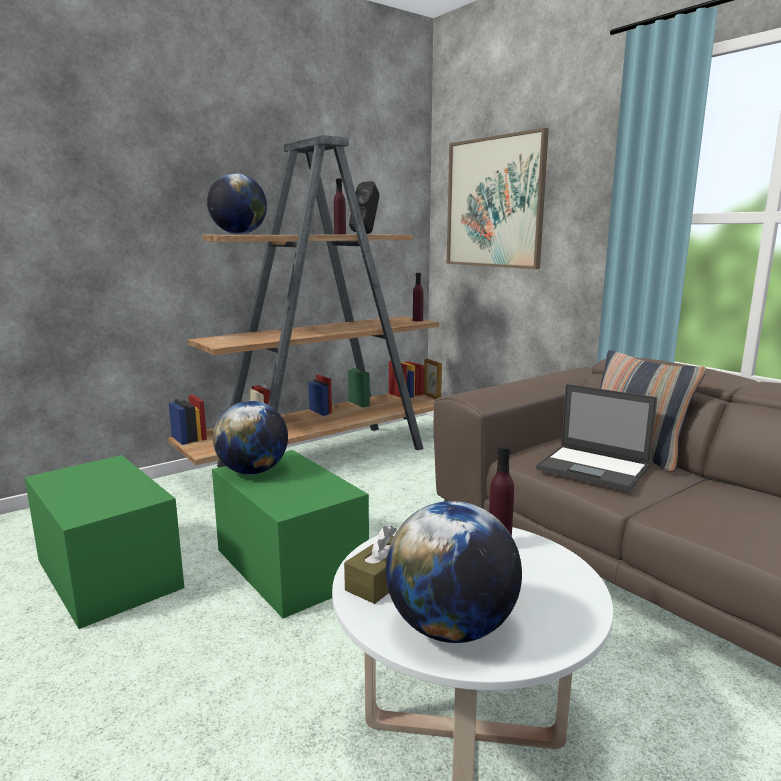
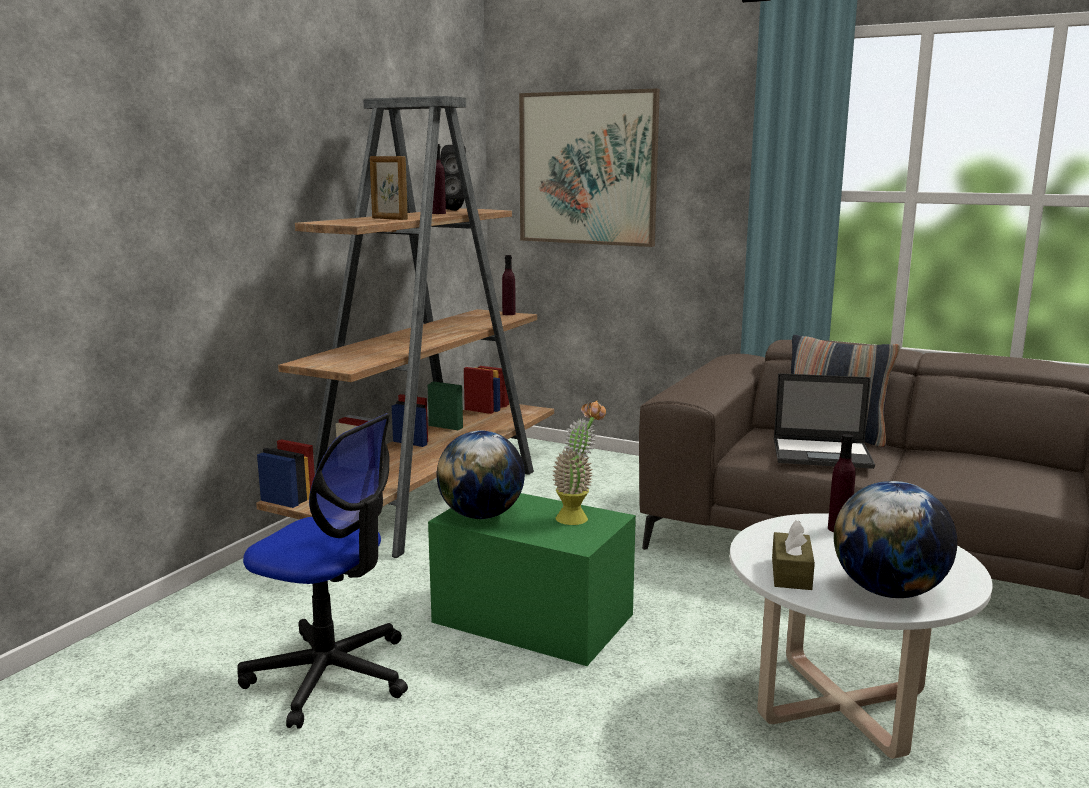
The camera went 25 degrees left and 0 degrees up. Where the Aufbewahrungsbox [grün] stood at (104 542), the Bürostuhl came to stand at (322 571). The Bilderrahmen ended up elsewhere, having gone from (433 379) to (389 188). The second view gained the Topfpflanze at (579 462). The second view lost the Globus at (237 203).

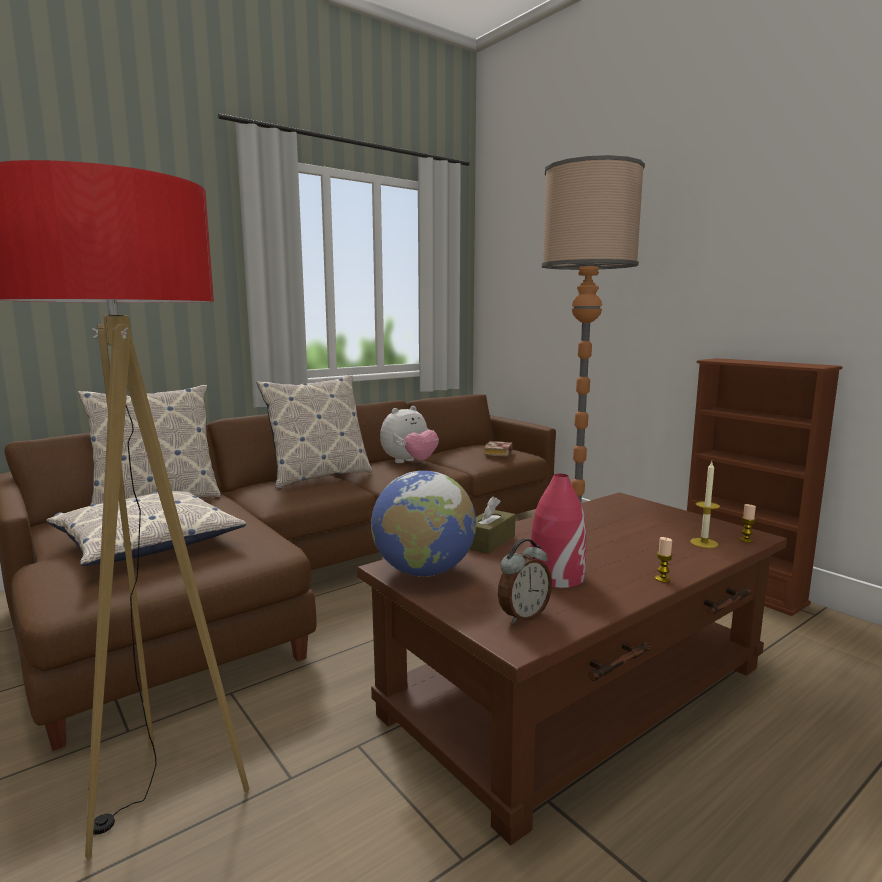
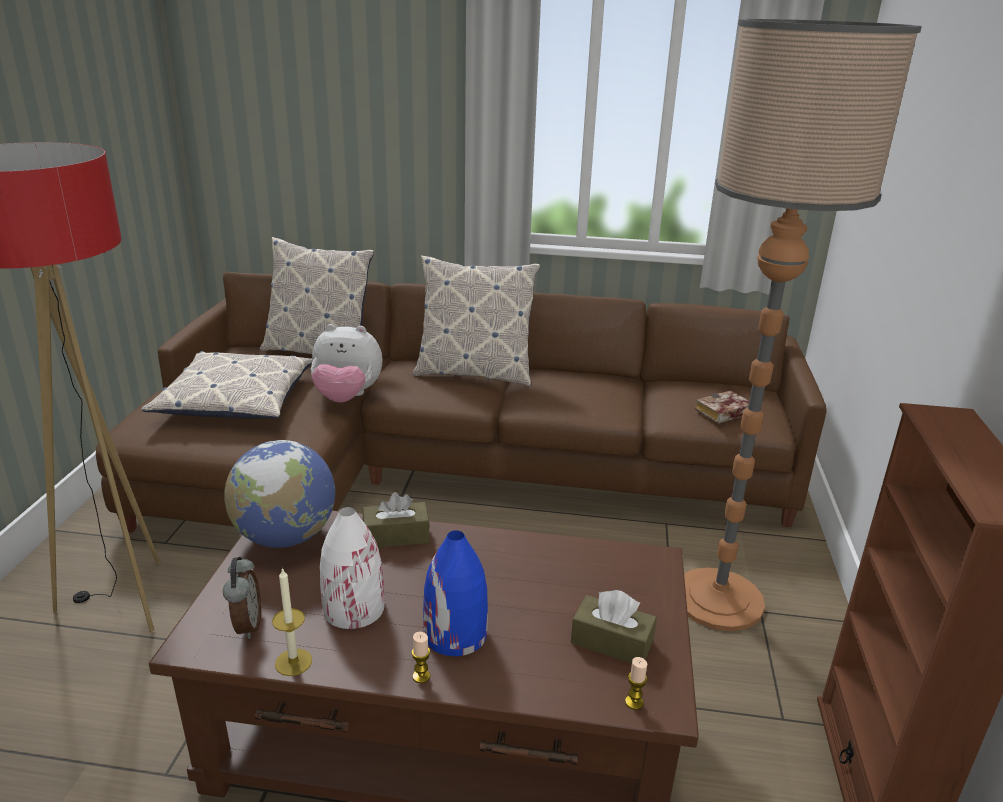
The camera went 45 degrees right and 15 degrees up. The Wecker at (525 581) ended up facing another way, 105 degrees counterclockwise from before. The Kerze ended up elsewhere, having gone from (705 505) to (292 622). The Plüschtier ended up elsewhere, having gone from (409 434) to (347 363). What was the Vase [rot] at (558 531) turned into the Vase [weiß] at (352 568). The second view gained the Vase [blau] at (455 593). The second view gained the Taschentuchbox [braun] at (614 626).

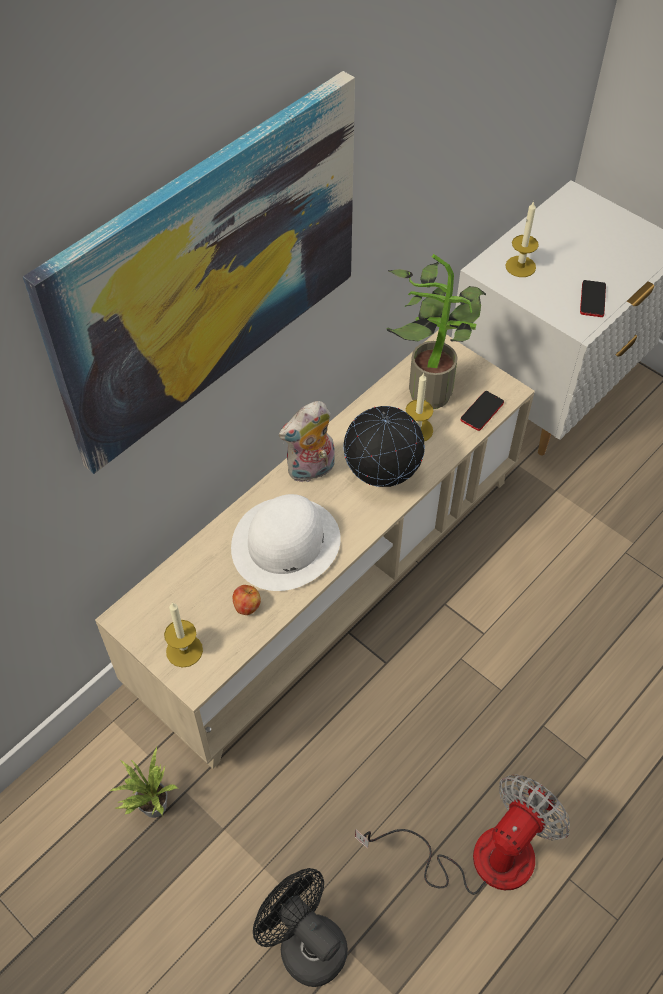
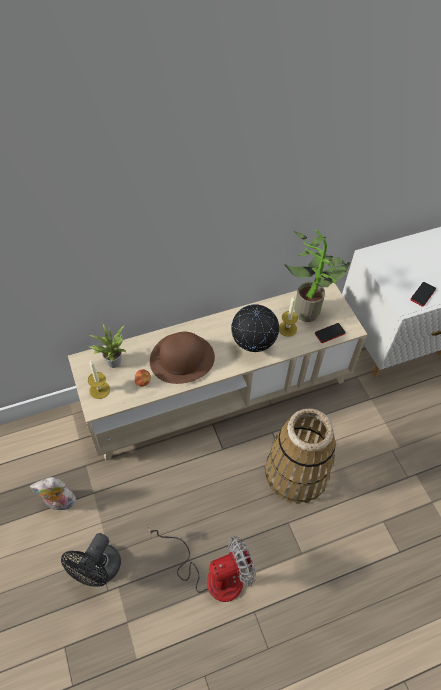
The camera went 25 degrees right and 0 degrees up. The Plüschtier ended up elsewhere, having gone from (307 441) to (53 493). The Ventilator [schwarz] at (300 927) ended up facing another way, 135 degrees counterclockwise from before. The Topfpflanze ended up elsewhere, having gone from (144 782) to (107 346). What was the Hut [weiß] at (286 542) turned into the Hut [braun] at (182 358). The second view gained the Korb at (300 456). The second view lost the Bild at (189 272). The second view lost the Kerze at (522 239).

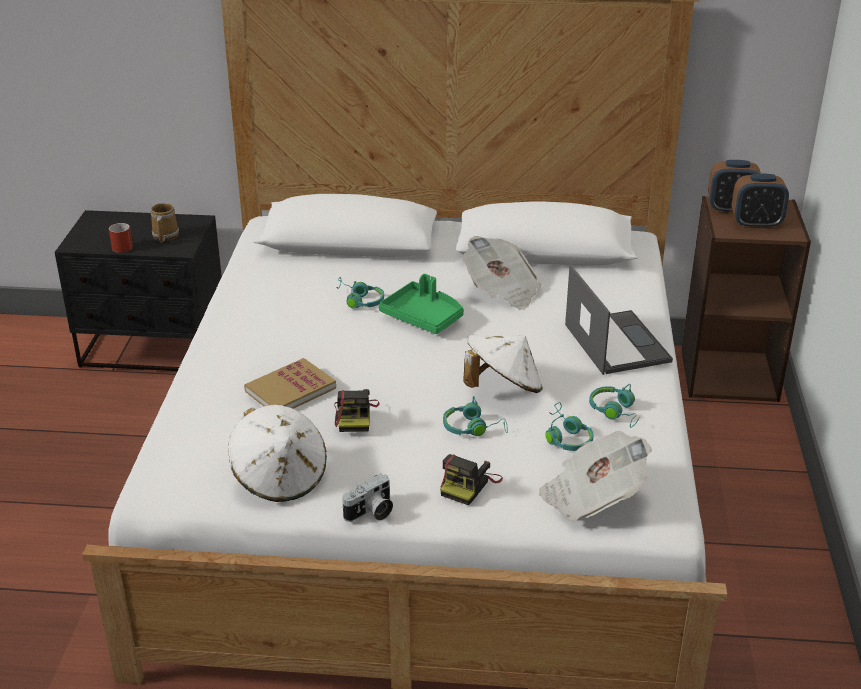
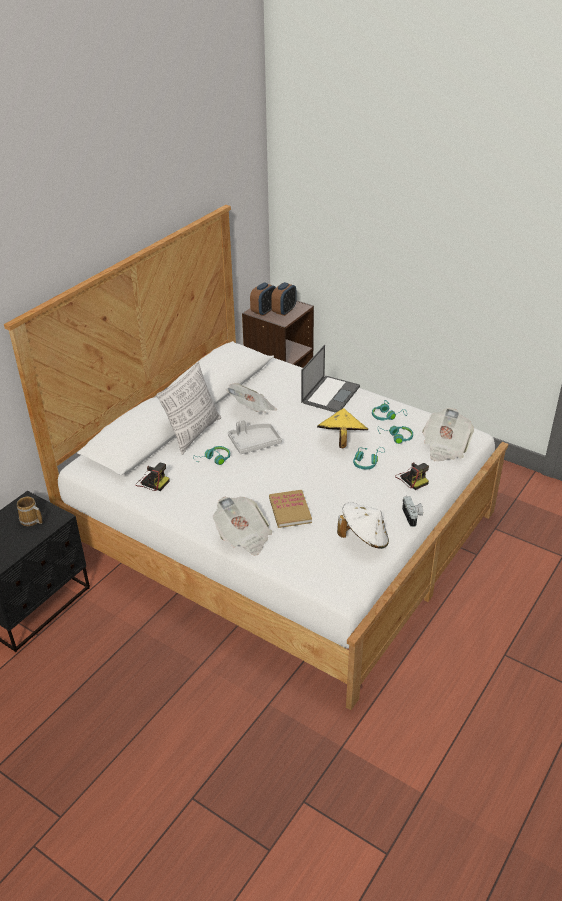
The camera went 60 degrees left and 5 degrees up. The Kamera ended up elsewhere, having gone from (357 410) to (152 477). The second view gained the Kissen at (188 408). The second view gained the Zeitung at (242 526). What was the Tablett [grün] at (421 304) turned into the Tablett [grau] at (255 437). The Laptop at (619 320) ended up facing another way, 105 degrees clockwise from before. What was the Hut [weiß] at (503 364) turned into the Hut [gelb] at (342 428). The second view lost the Henkelbecher [rot] at (121 238).

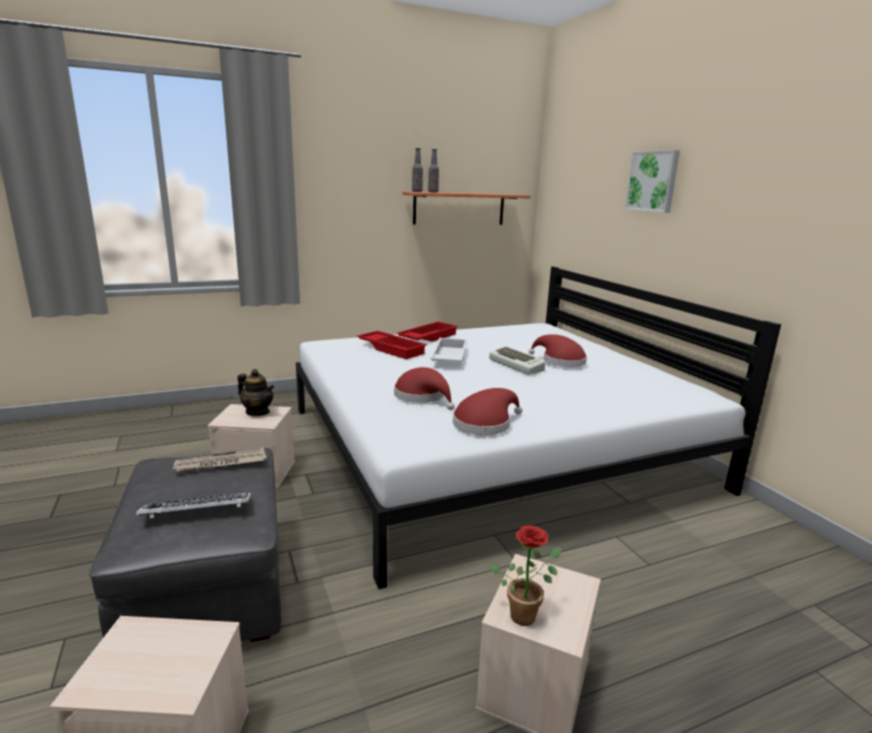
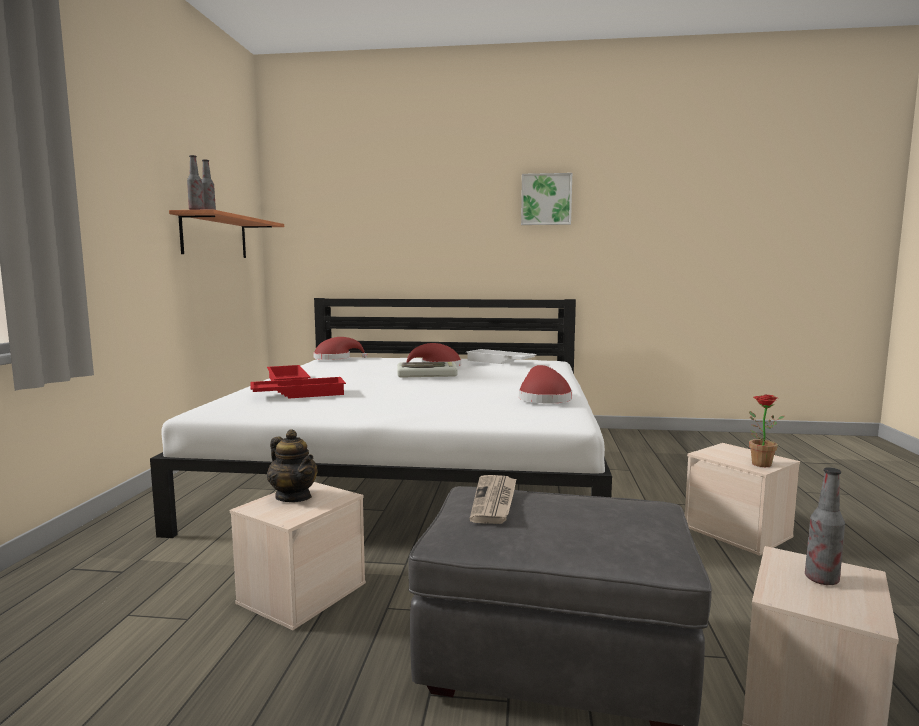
The camera went 60 degrees left and 10 degrees down. The Teekanne at (255 392) ended up facing another way, 75 degrees clockwise from before. The Hut [rot] ended up elsewhere, having gone from (424 388) to (340 348). The Tablett [weiß] ended up elsewhere, having gone from (448 350) to (501 356). The Bild ended up elsewhere, having gone from (652 181) to (546 199). The second view gained the Flasche at (825 526). The second view lost the Tastatur at (193 505).

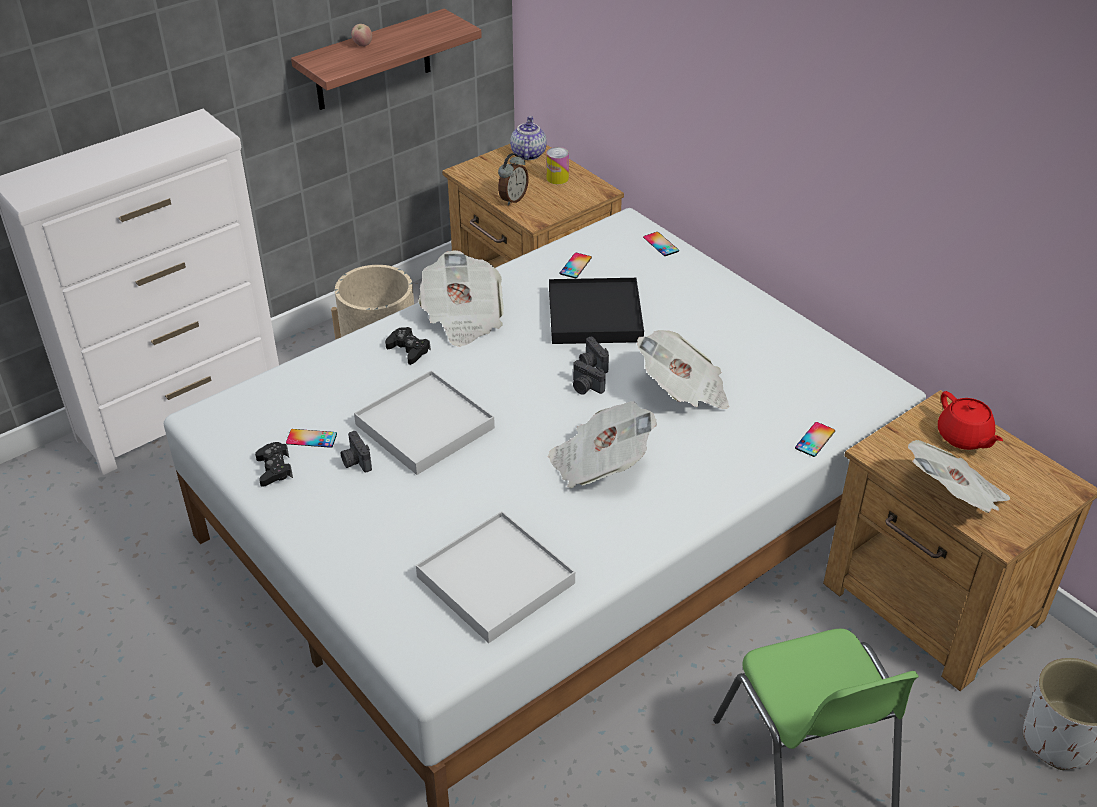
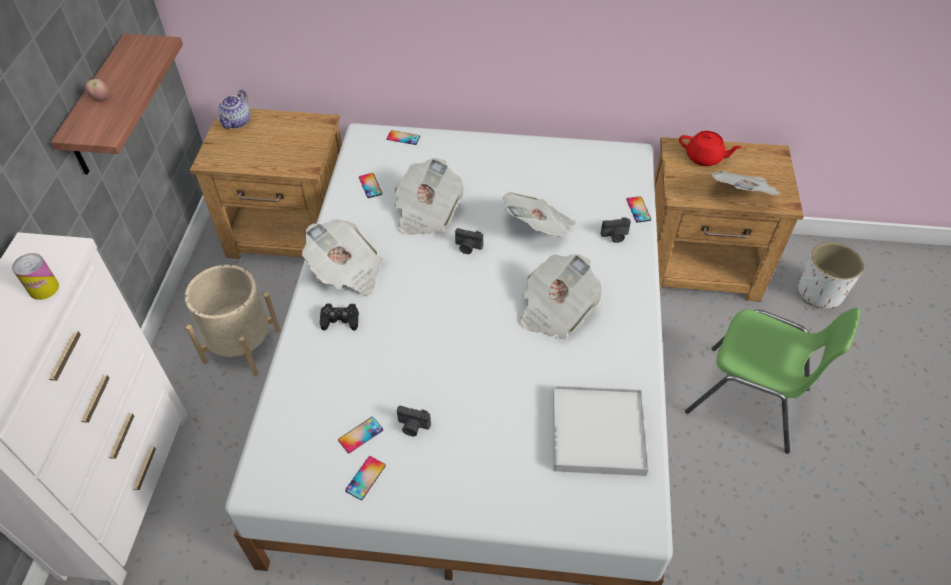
The camera went 45 degrees left and 10 degrees up. The Dose ended up elsewhere, having gone from (558 165) to (35 276). The Teekanne at (528 138) ended up facing another way, 120 degrees counterclockwise from before. Where the Gamepad [schwarz] stood at (274 464), the Handy came to stand at (365 478). Where the Tablett [schwarz] stood at (596 311), the Zeitung came to stand at (429 196). The Kamera ended up elsewhere, having gone from (589 377) to (615 230). The second view lost the Tablett [weiß] at (424 422). The second view lost the Wecker at (513 179).

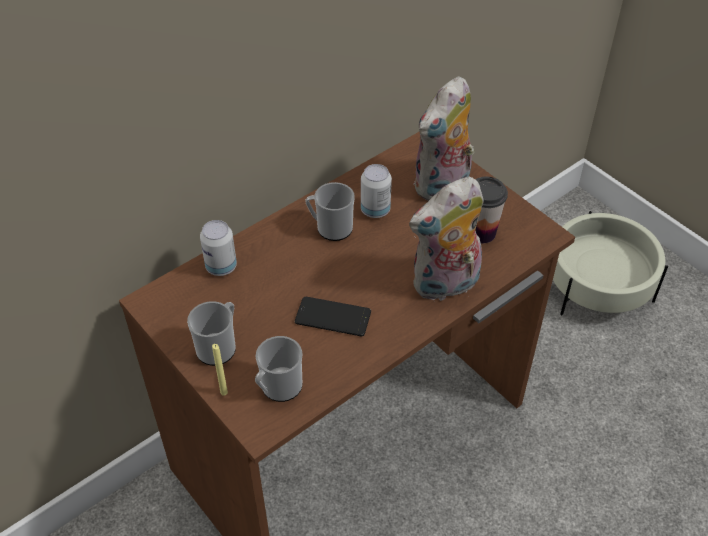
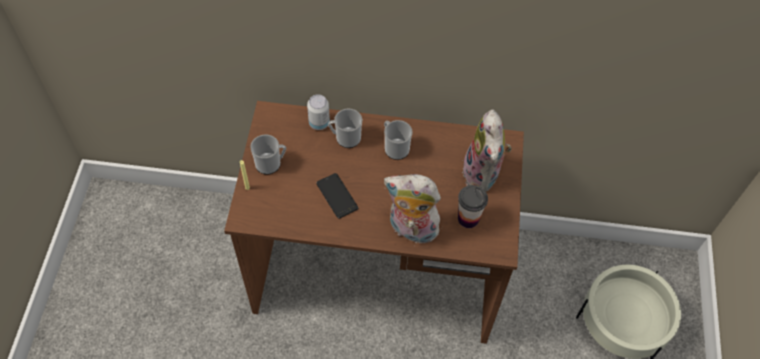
The camera went 45 degrees right and 10 degrees up. The Henkelbecher ended up elsewhere, having gone from (279 369) to (345 128). The Plüschtier at (443 138) ended up facing another way, 90 degrees counterclockwise from before. The second view lost the Dose at (376 191).

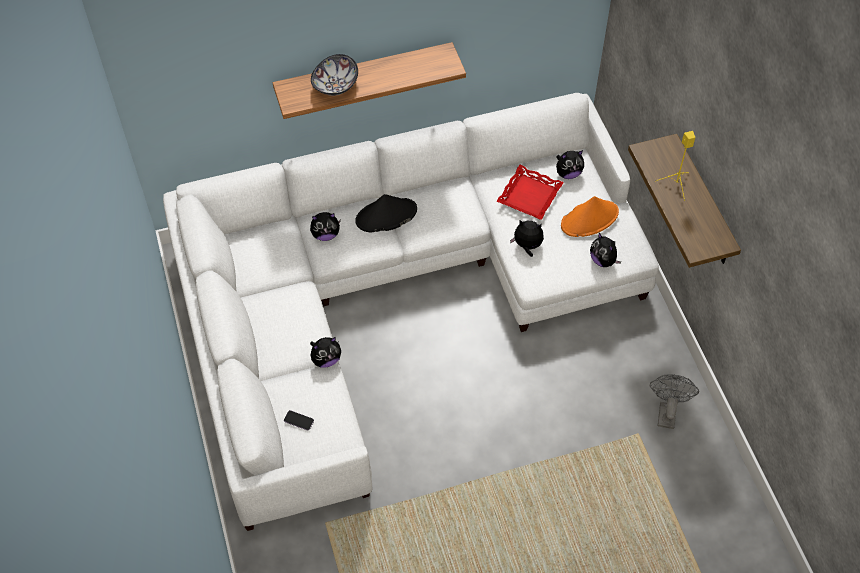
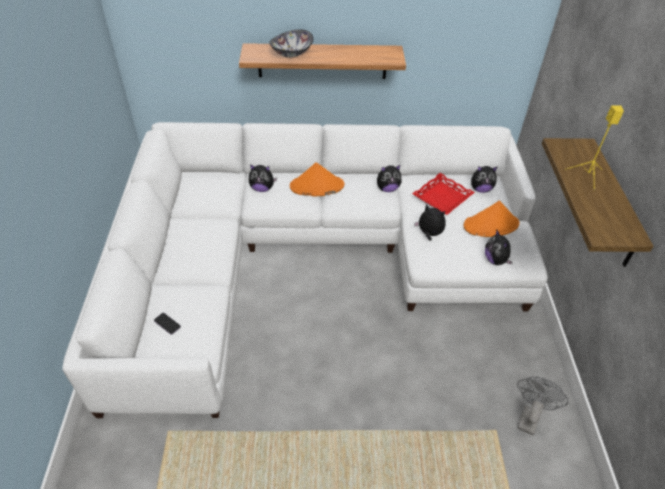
The camera went 15 degrees right and 10 degrees down. What was the Hut [schwarz] at (386 213) turned into the Hut [orange] at (317 179). The Plüschtier ended up elsewhere, having gone from (325 352) to (389 178).

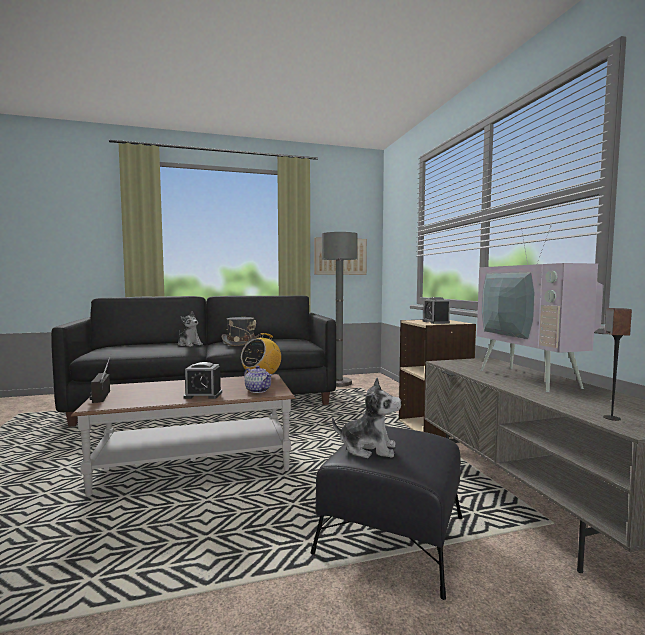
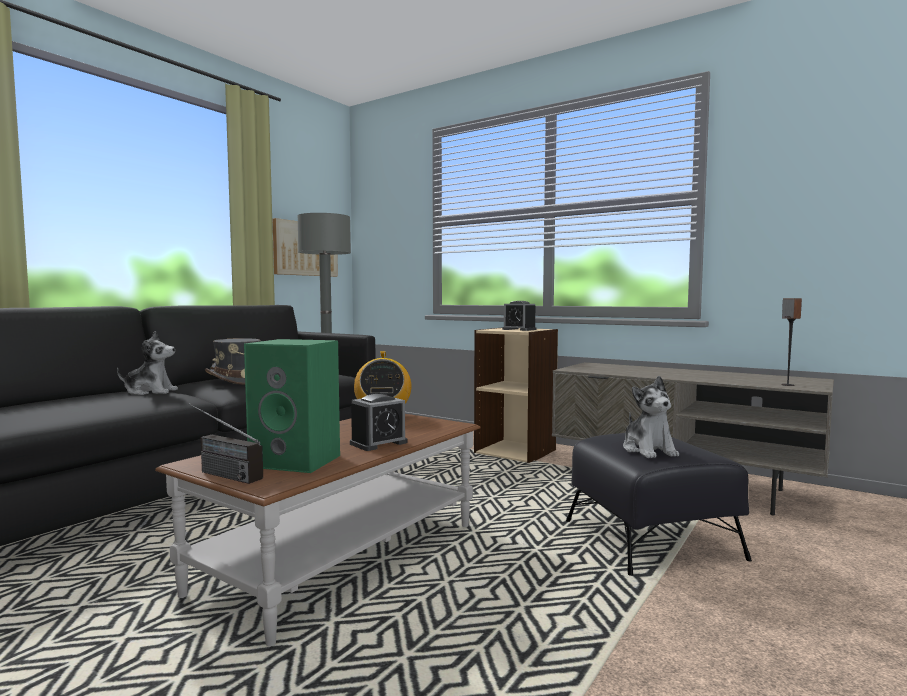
The camera went 40 degrees left and 0 degrees up. The second view gained the Lautsprecher [grün] at (292 406). The Plüschtier at (367 417) ended up facing another way, 105 degrees clockwise from before. The second view lost the Teekanne at (258 379). The second view lost the Fernseher at (540 308).

